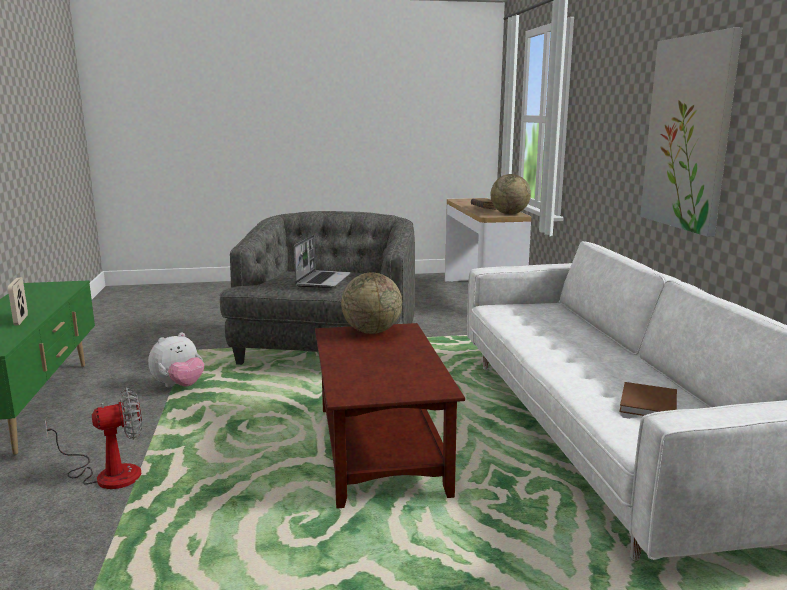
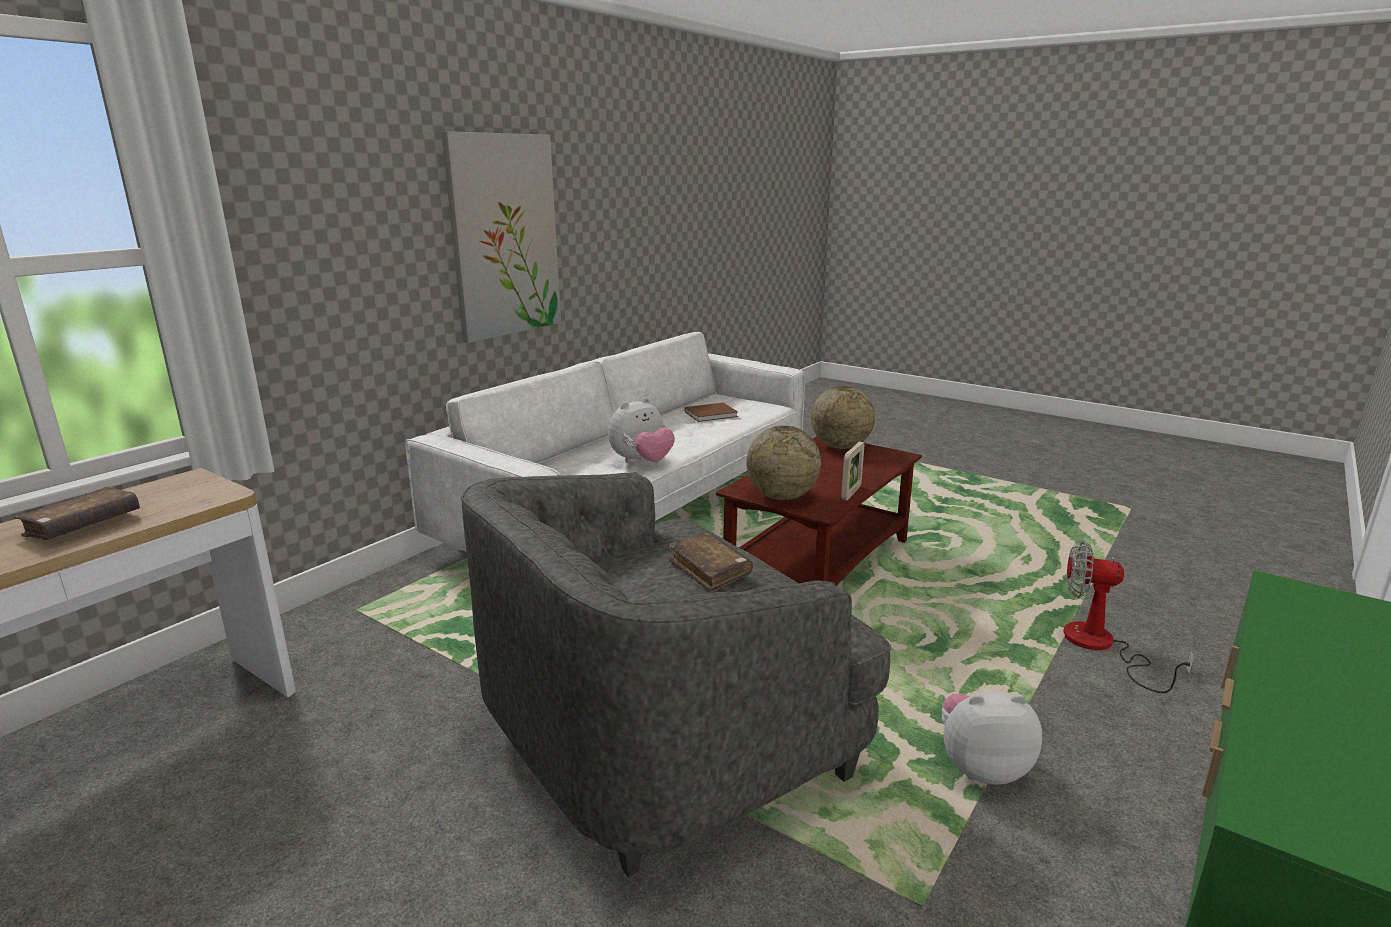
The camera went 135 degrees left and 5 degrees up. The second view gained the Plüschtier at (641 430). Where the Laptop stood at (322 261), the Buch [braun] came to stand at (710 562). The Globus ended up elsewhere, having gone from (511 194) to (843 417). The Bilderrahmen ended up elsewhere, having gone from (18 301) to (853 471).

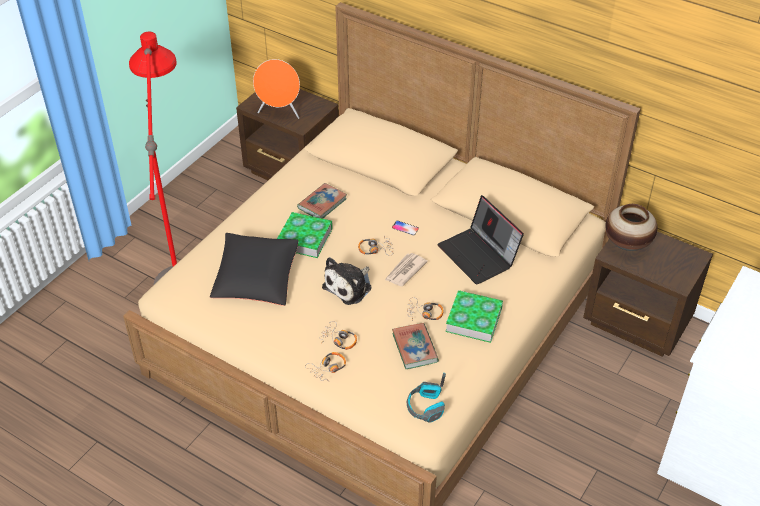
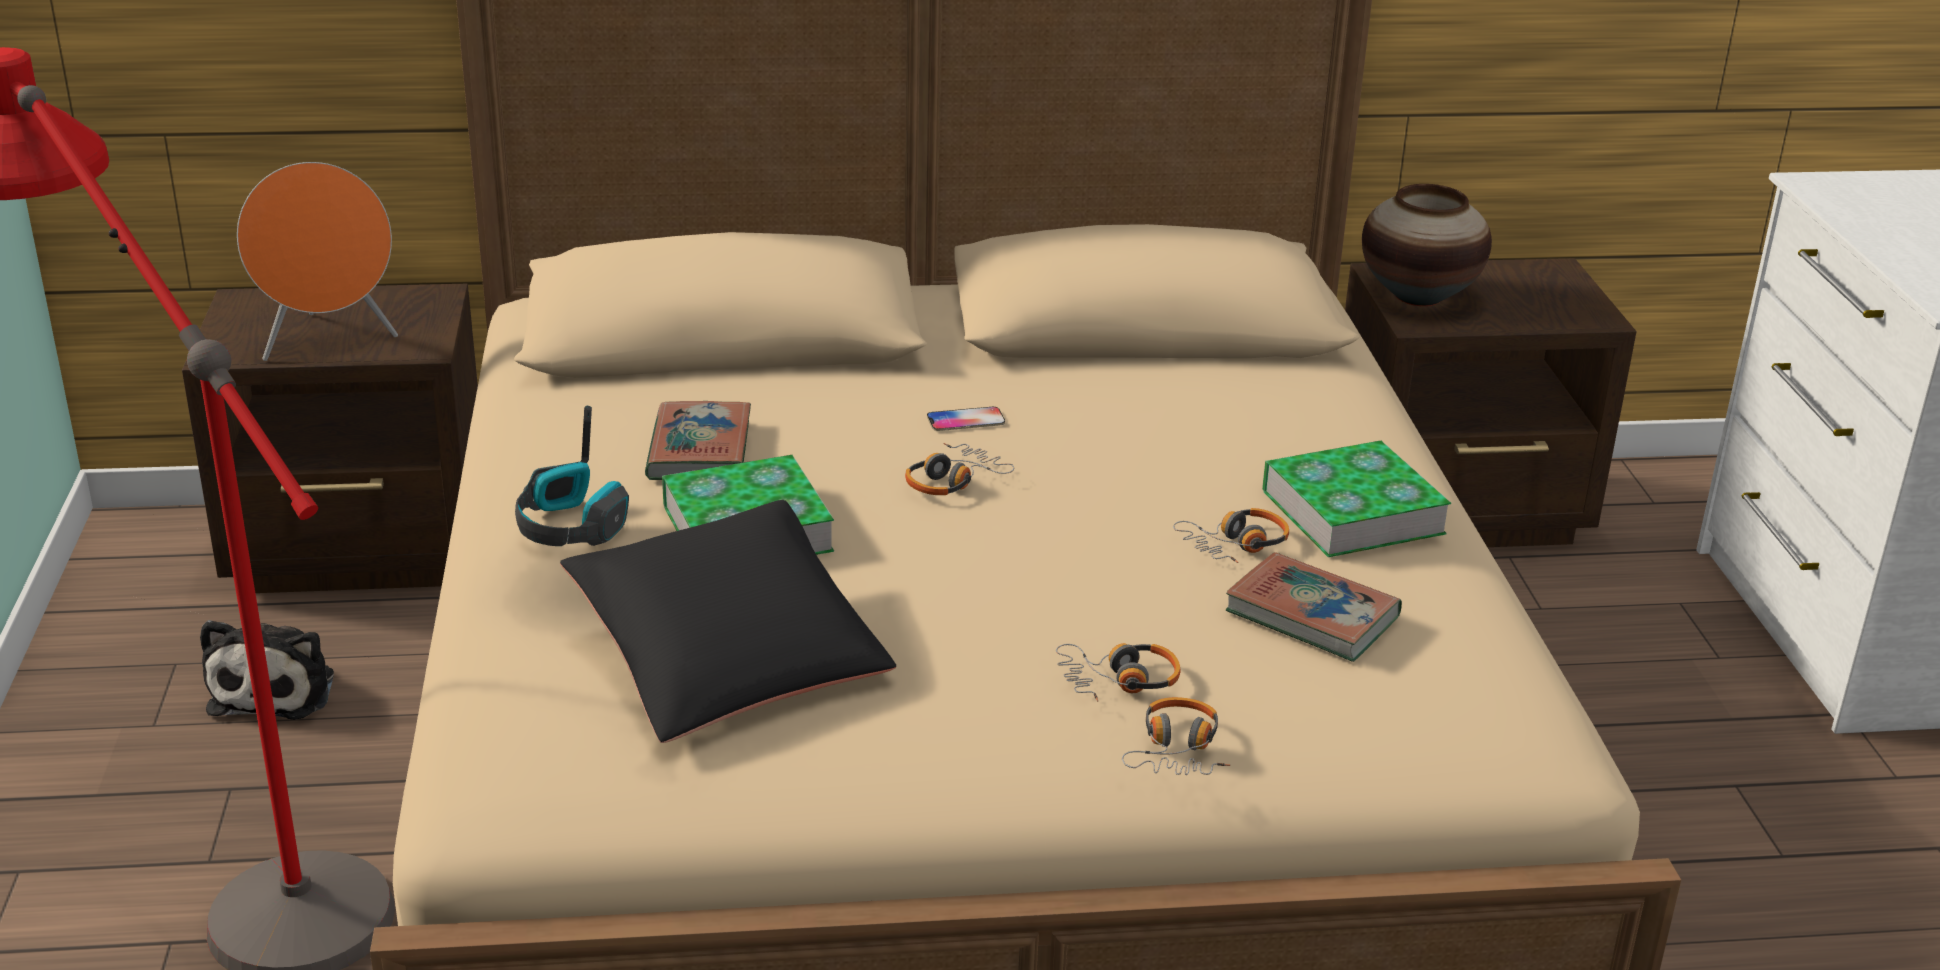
The camera went 40 degrees left and 15 degrees down. The Plüschtier ended up elsewhere, having gone from (347 281) to (267 670). The Kopfhörer ended up elsewhere, having gone from (426 398) to (572 476). The second view lost the Zeitung at (406 269). The second view lost the Laptop at (480 240).

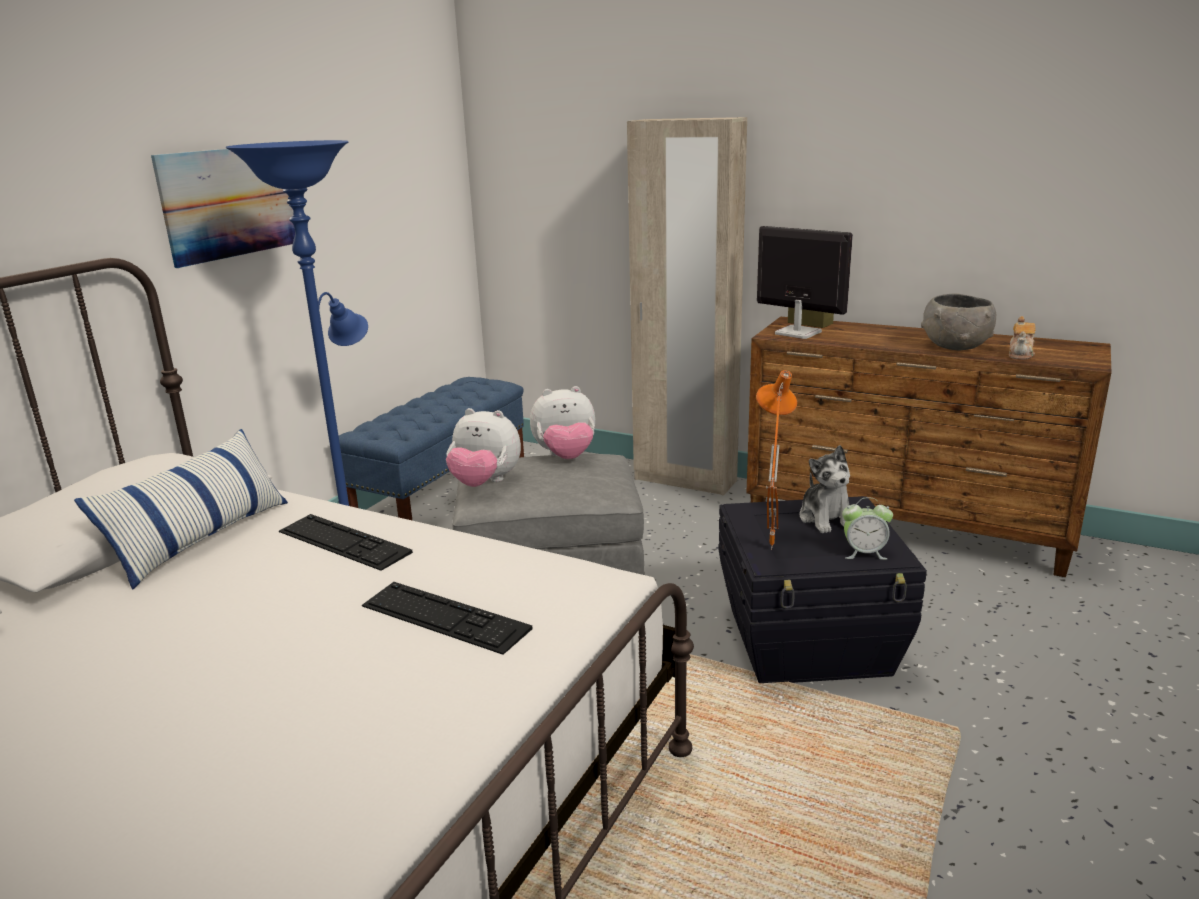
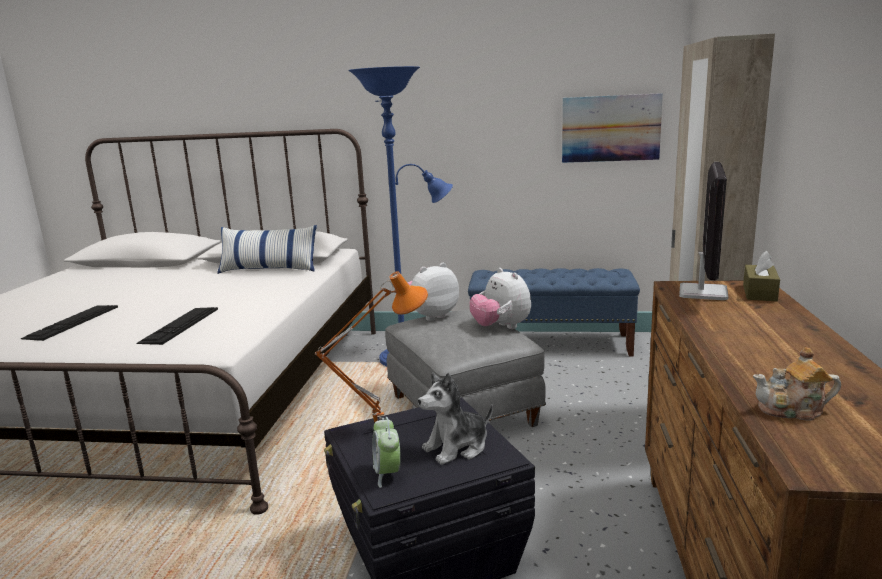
The camera went 70 degrees right and 5 degrees down. The Tastatur ended up elsewhere, having gone from (346 542) to (69 323). The Plüschtier at (483 447) ended up facing another way, 60 degrees clockwise from before. The Bild ended up elsewhere, having gone from (223 208) to (612 128). The second view lost the Schüssel [grau] at (958 321).

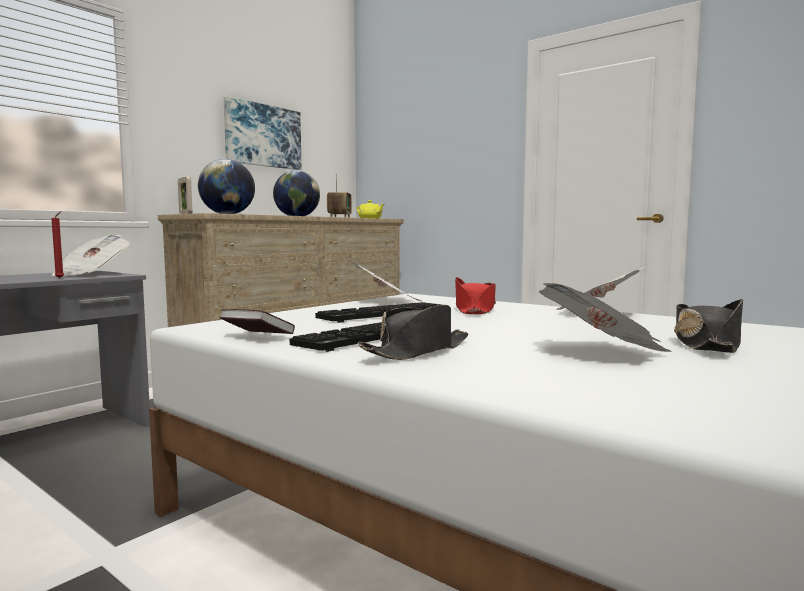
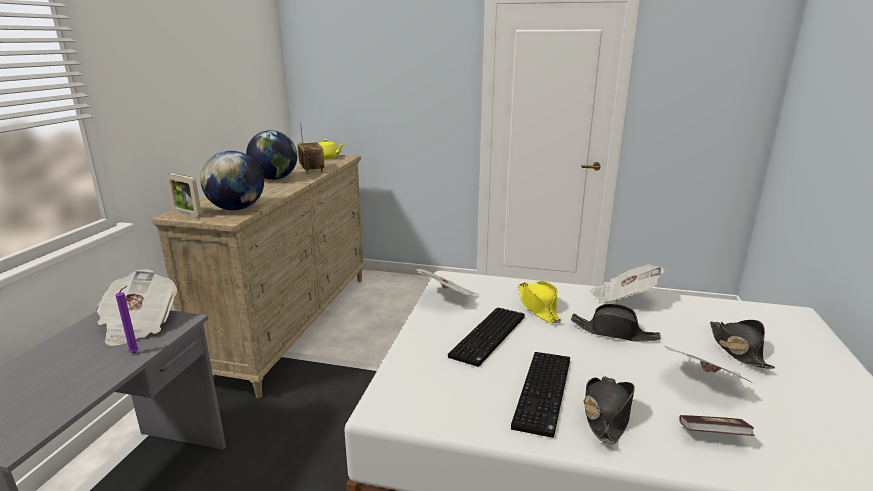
The camera went 25 degrees left and 15 degrees up. What was the Kerze [rot] at (57 244) turned into the Kerze [lila] at (127 319). What was the Hut [rot] at (475 295) turned into the Hut [gelb] at (540 302). The second view gained the Hut [schwarz] at (616 323). The Buch ended up elsewhere, having gone from (257 321) to (717 425). The second view lost the Bild at (263 133).

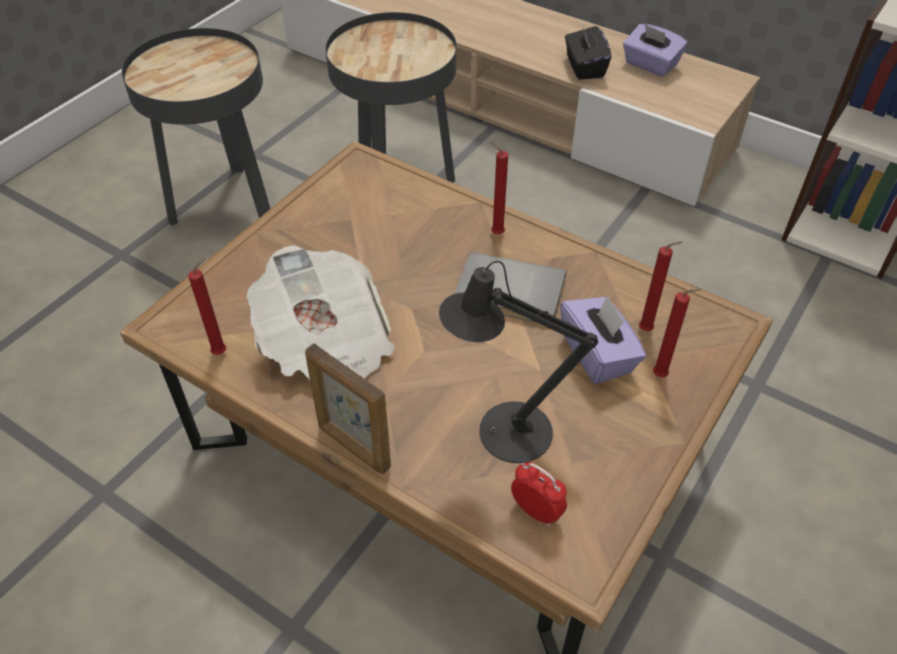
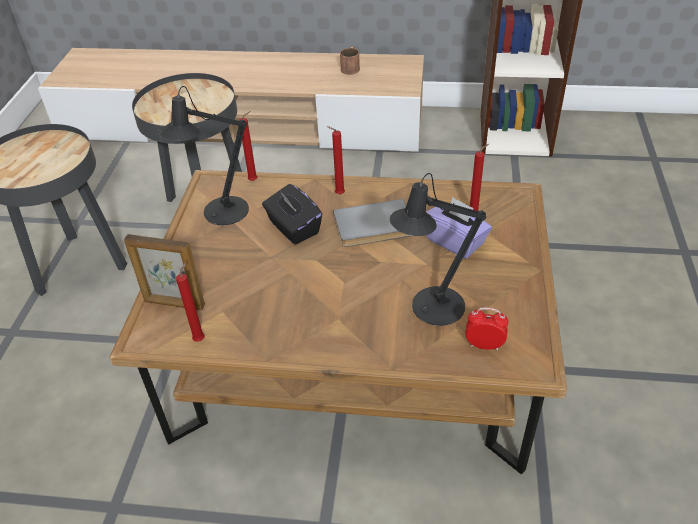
The camera went 25 degrees left and 5 degrees down. The Bilderrahmen ended up elsewhere, having gone from (348 408) to (164 272). The second view gained the Tischlampe [schwarz] at (204 155). The Kerze [rot] ended up elsewhere, having gone from (677 333) to (248 146). The Taschentuchbox [schwarz] ended up elsewhere, having gone from (588 51) to (292 214). Where the Taschentuchbox [lila] stood at (655 50), the Henkelbecher [braun] came to stand at (350 60). The second view lost the Zeitung at (321 312).

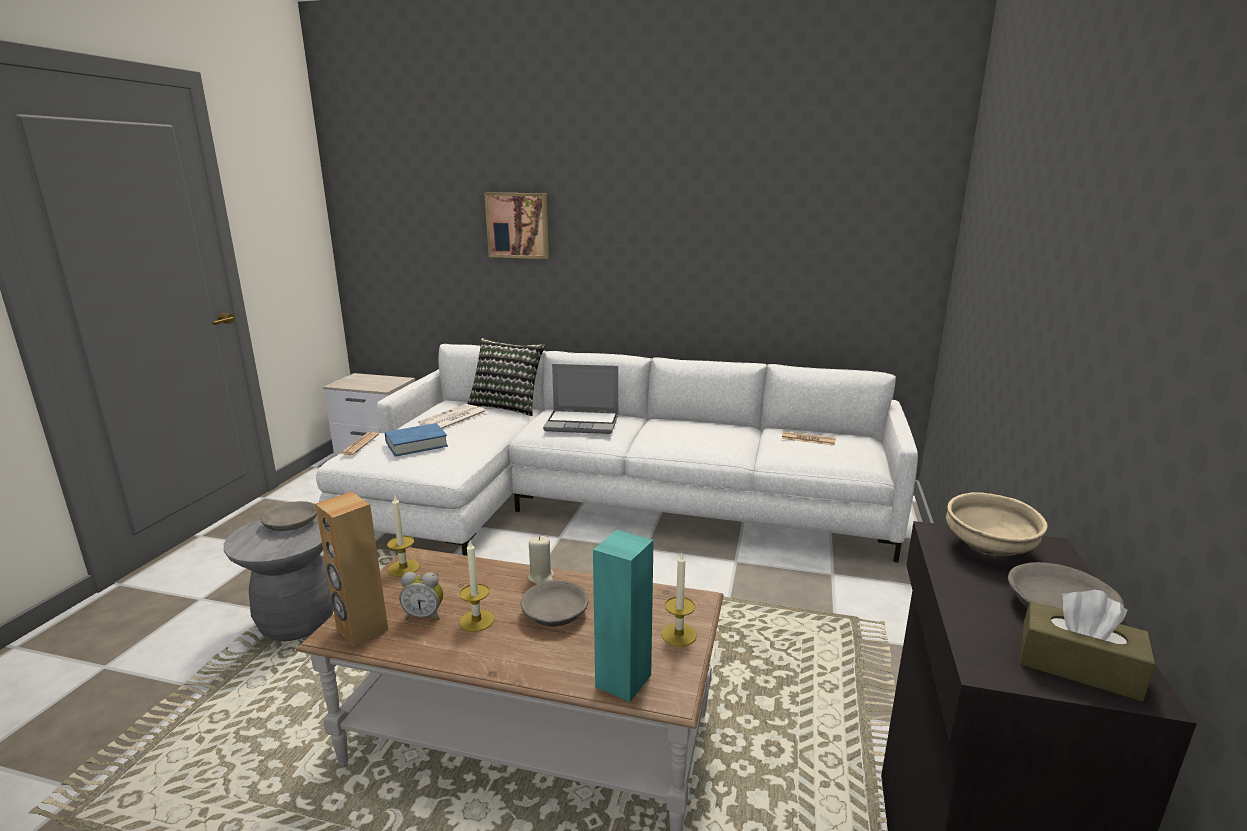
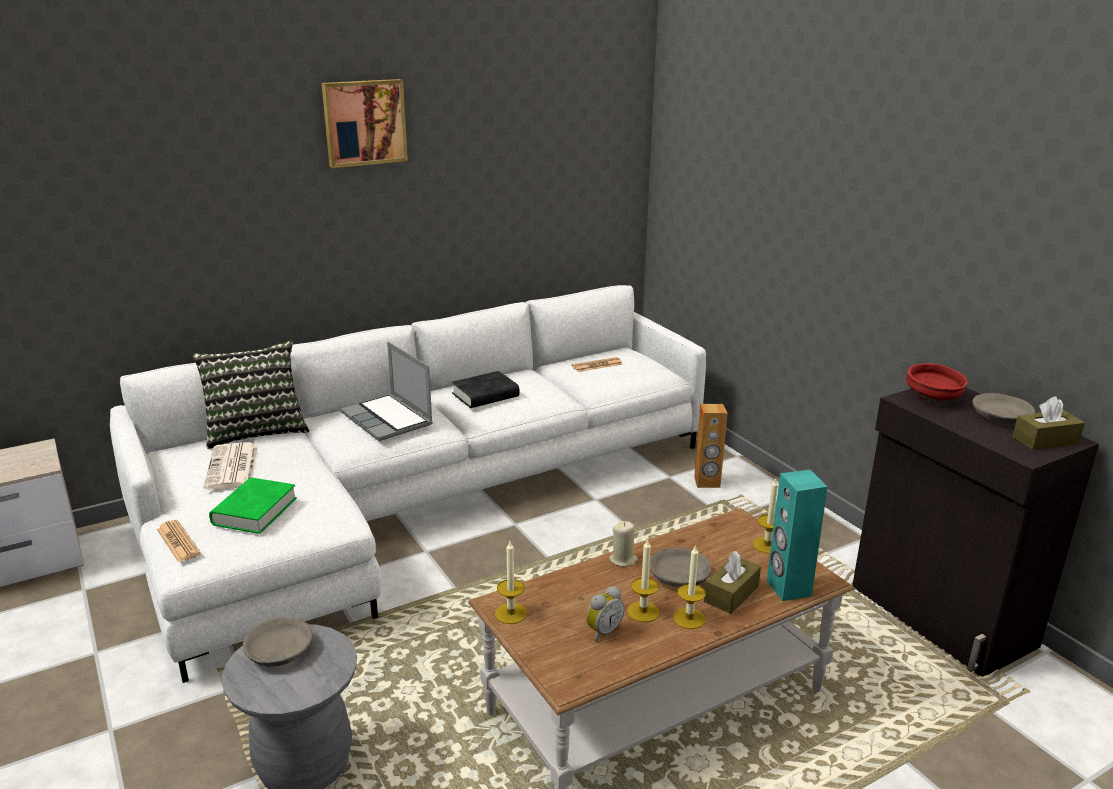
The camera went 45 degrees left and 5 degrees up. What was the Buch [blau] at (416 440) turned into the Buch [grün] at (253 506). The Bild ended up elsewhere, having gone from (516 226) to (365 123). The Laptop at (580 399) ended up facing another way, 90 degrees clockwise from before. The second view gained the Buch [schwarz] at (485 389). The second view gained the Kerze at (689 587). The Lautsprecher [braun] ended up elsewhere, having gone from (351 569) to (710 446). The second view gained the Taschentuchbox [braun] at (732 582). What was the Schüssel [beige] at (997 524) turned into the Schüssel [rot] at (937 383).

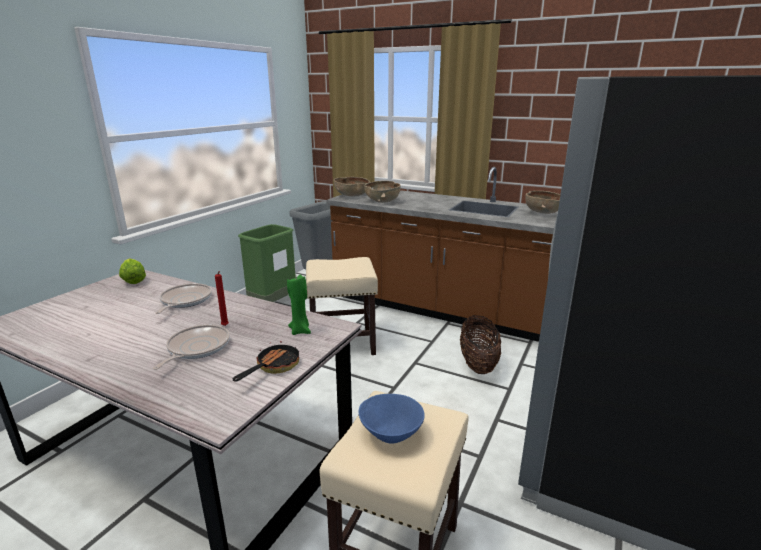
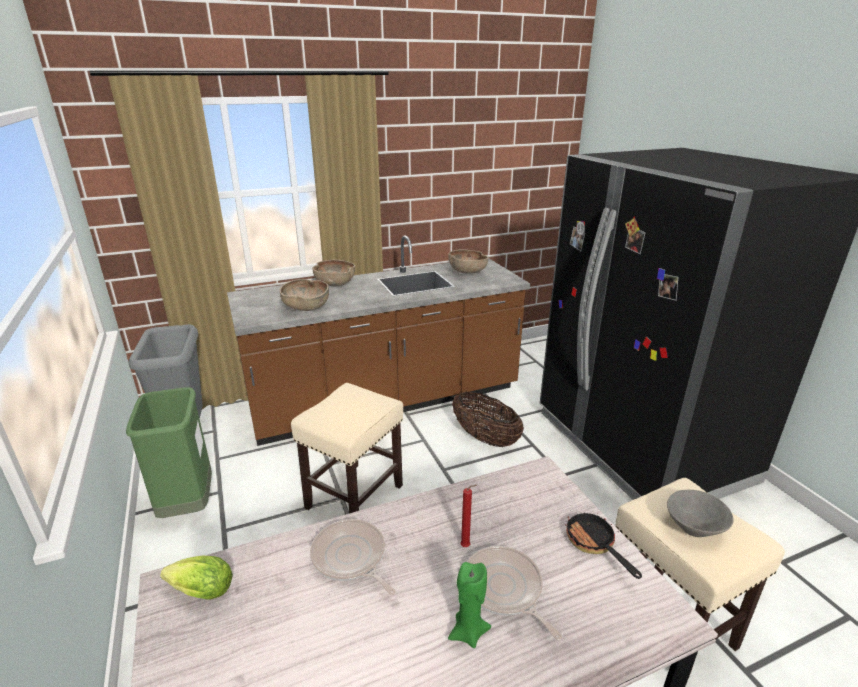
The camera went 50 degrees left and 5 degrees up. The Schüssel [braun] ended up elsewhere, having gone from (352 187) to (333 273). The Kerze [grün] ended up elsewhere, having gone from (299 305) to (469 605). What was the Schüssel [blau] at (392 419) turned into the Schüssel [grau] at (700 513).

